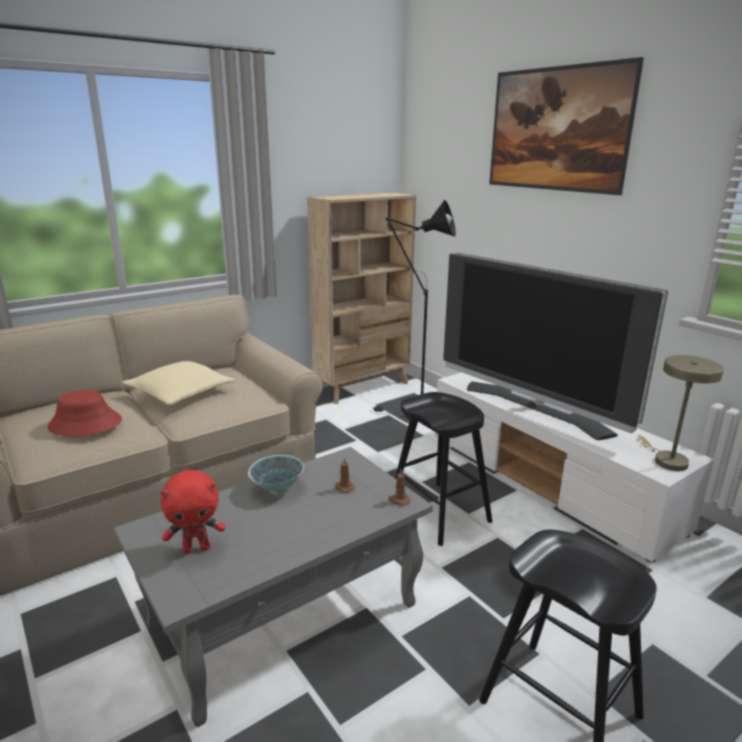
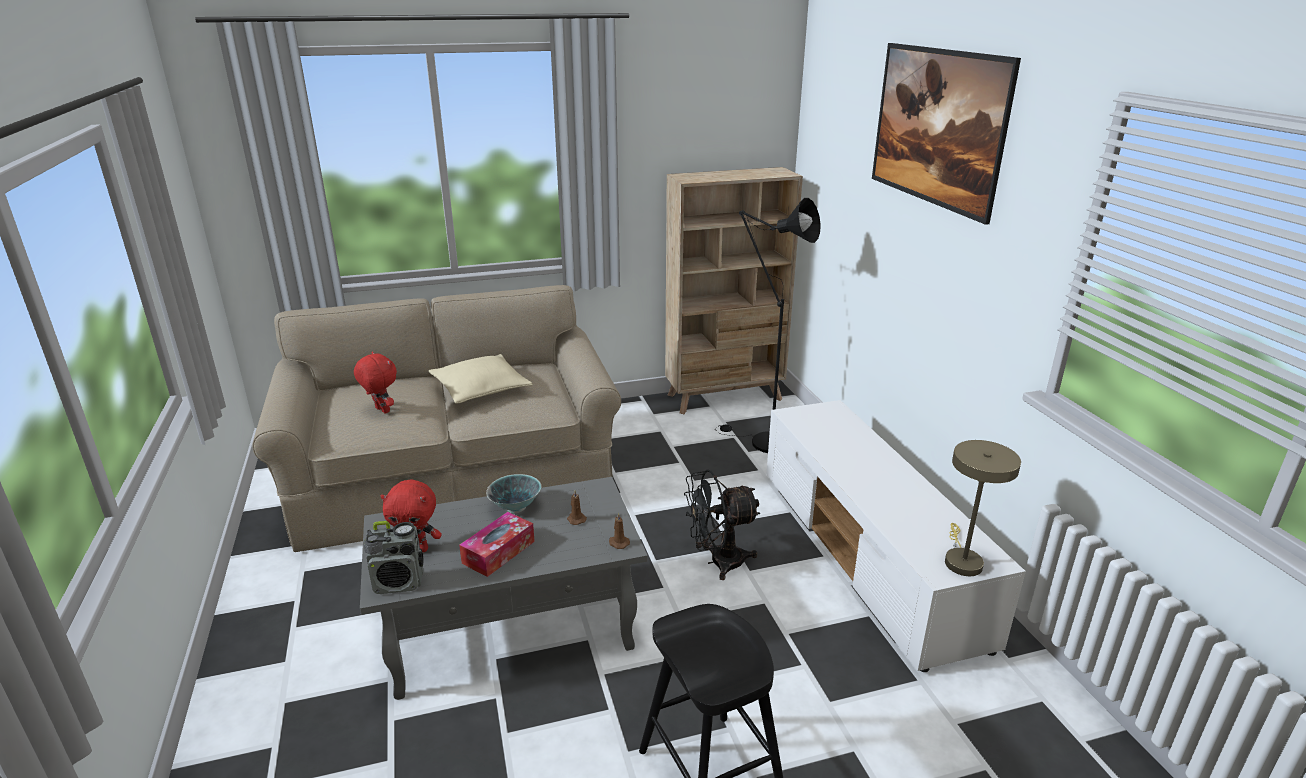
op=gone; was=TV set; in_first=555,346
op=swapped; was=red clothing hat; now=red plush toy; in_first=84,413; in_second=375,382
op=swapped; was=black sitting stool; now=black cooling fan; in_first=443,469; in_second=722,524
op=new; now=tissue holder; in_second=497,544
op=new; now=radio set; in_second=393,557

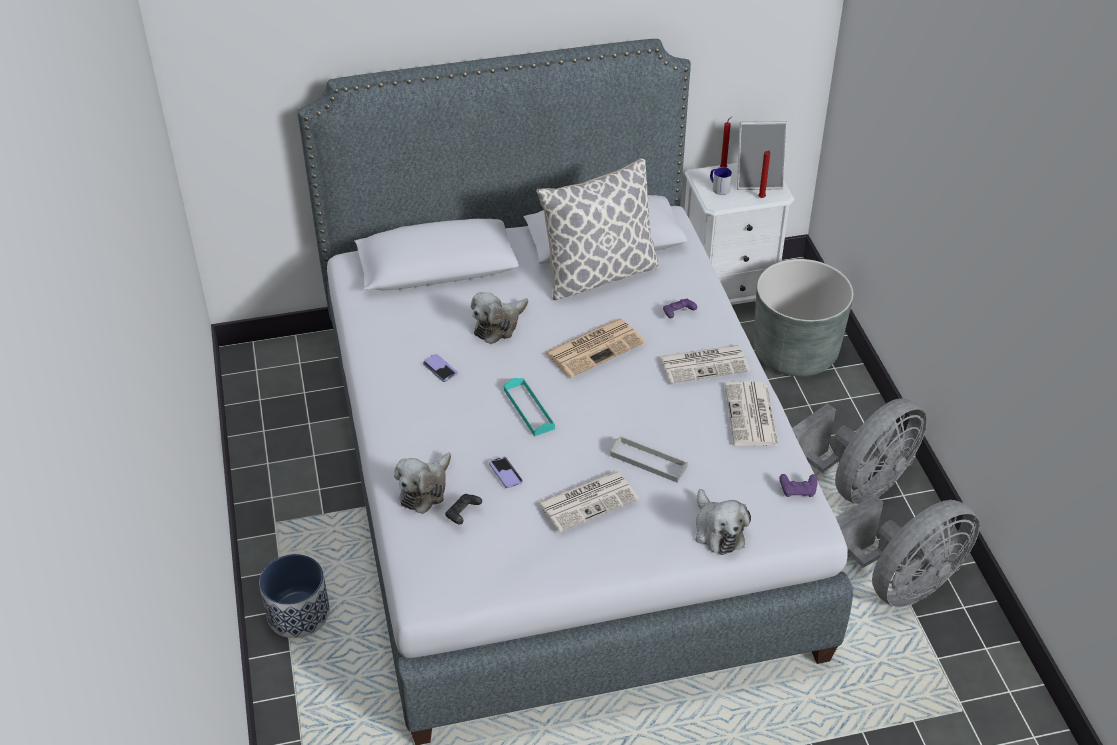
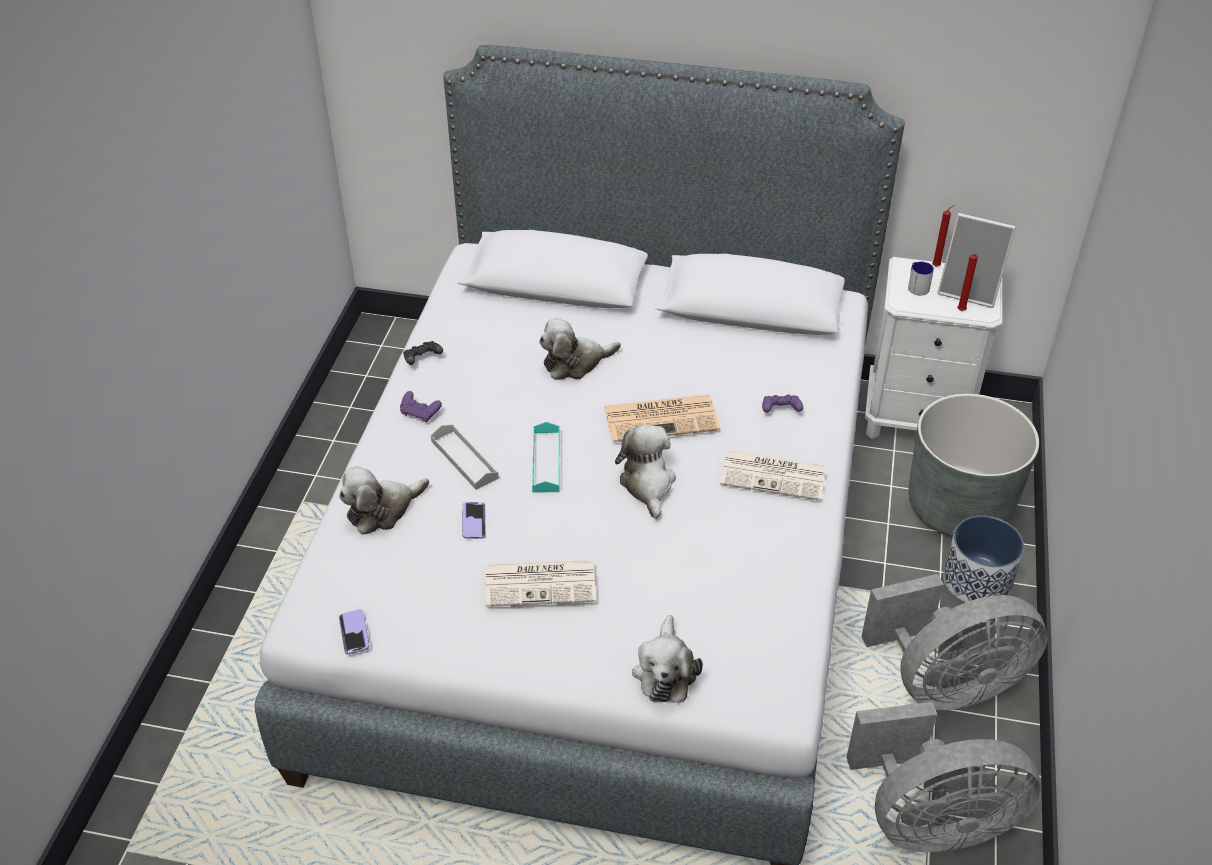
op=gone; was=pillow; in_first=597,229
op=shifted; was=handset; in_first=440,368; in_second=354,632
op=gone; was=printed paper; in_first=752,413
op=shifted; was=greyish tray; in_first=649,459; in_second=465,457
op=shifted; was=purple-coloured gamepad; in_first=799,485; in_second=421,406
op=shifted; was=black gamepad; in_first=463,509; in_second=423,353
op=shifted; was=planter; in_first=294,596; in_second=983,559
op=new; now=plush toy; in_second=645,471

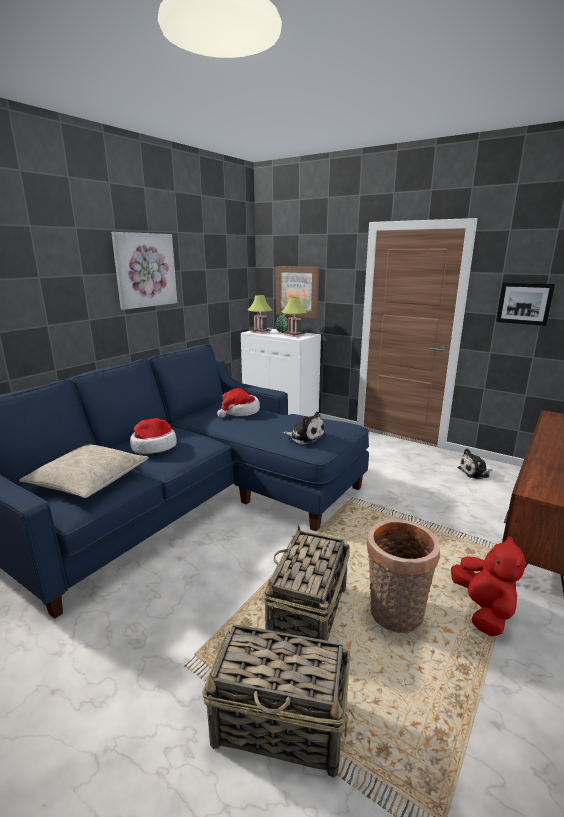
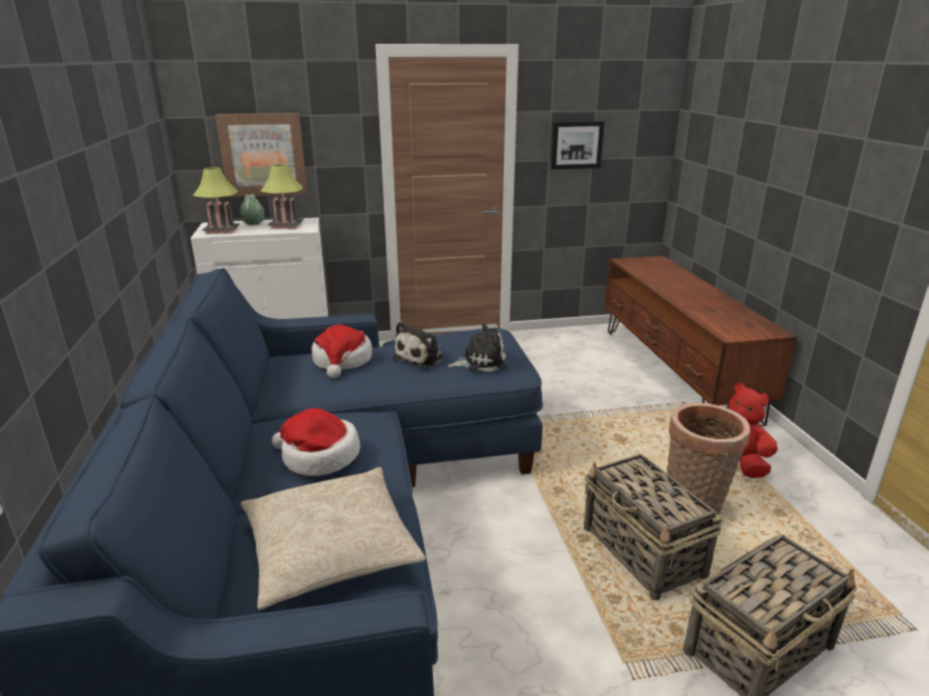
op=gone; was=wall picture; in_first=144,271
op=shifted; was=plush toy; in_first=475,463; in_second=418,345

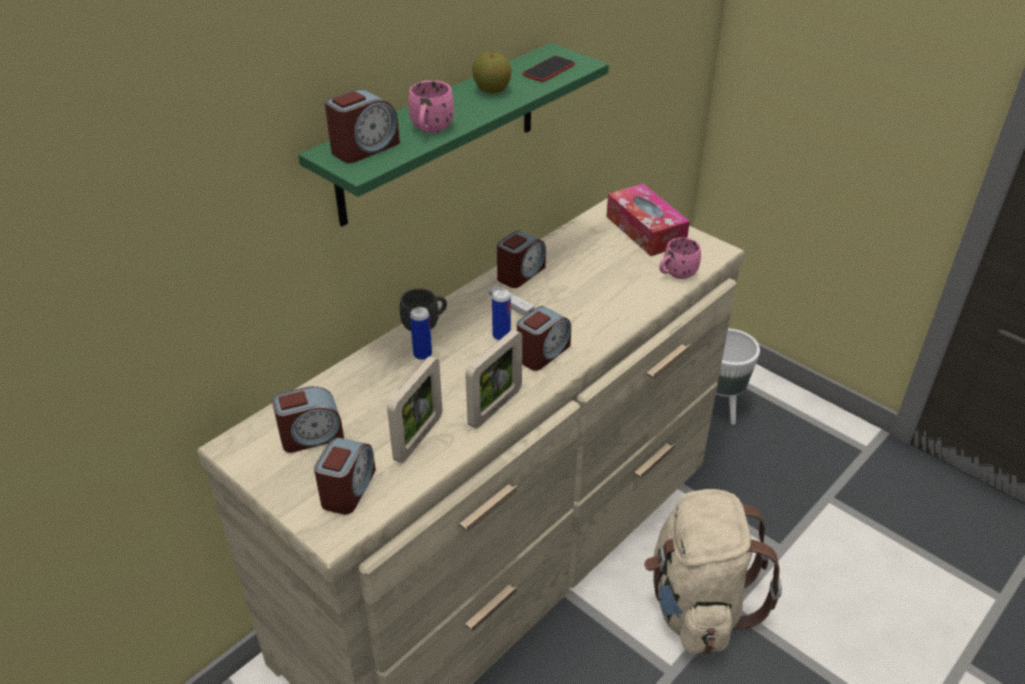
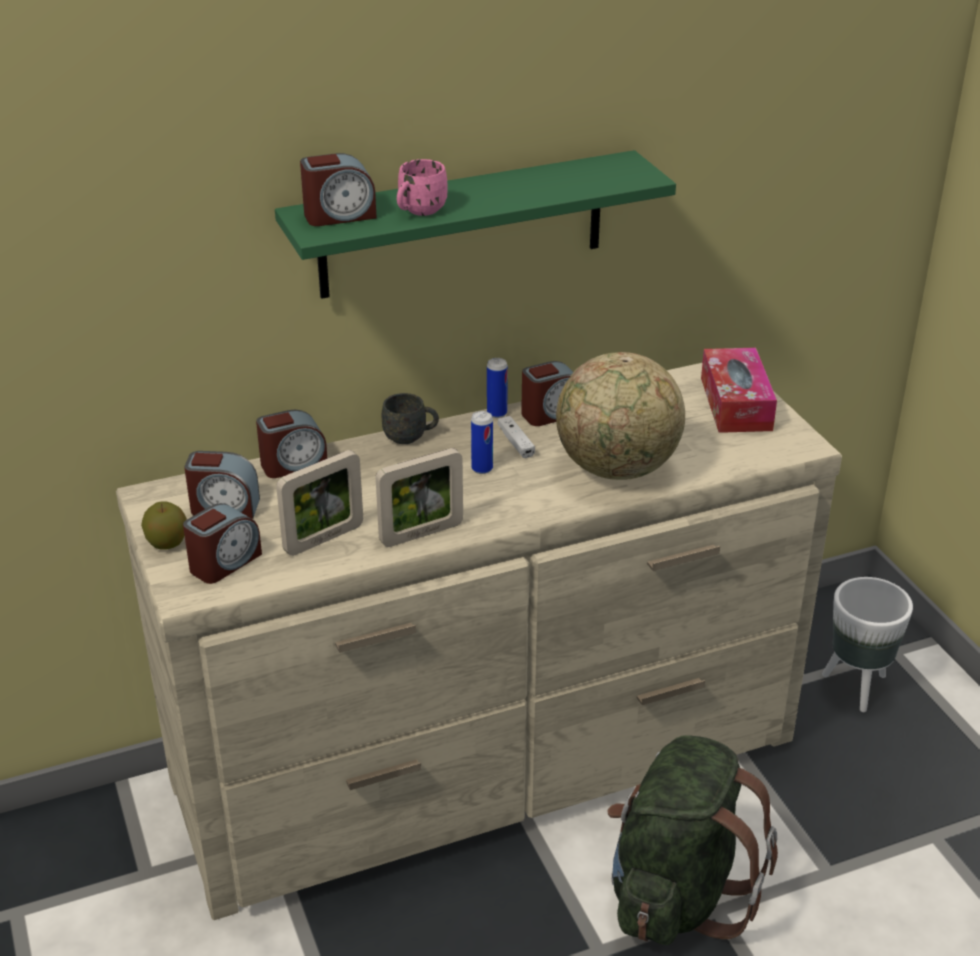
op=shifted; was=apple; in_first=492,73; in_second=164,525
op=gone; was=handset; in_first=549,69
op=gone; was=pinkish mug; in_first=680,258
op=shifted; was=alarm clock; in_first=544,338; in_second=291,444
op=shifted; was=sealed can; in_first=421,333; in_second=497,388
op=repainted; was=beige-coloured backpack; now=green-coloured backpack; in_first=713,571; in_second=693,840
op=new; now=desk globe; in_second=620,416

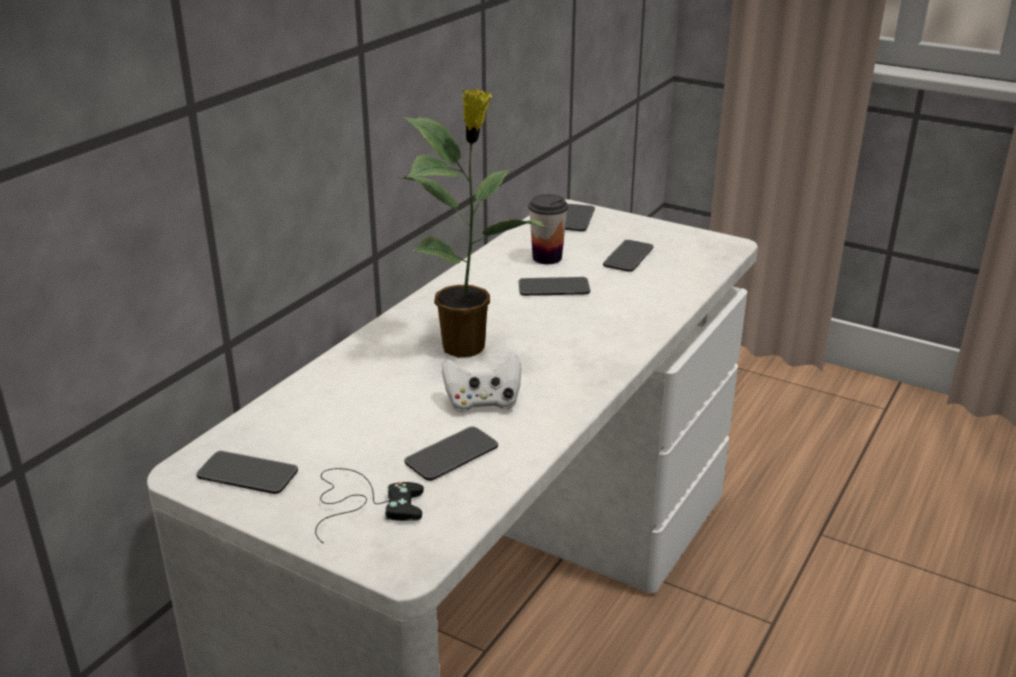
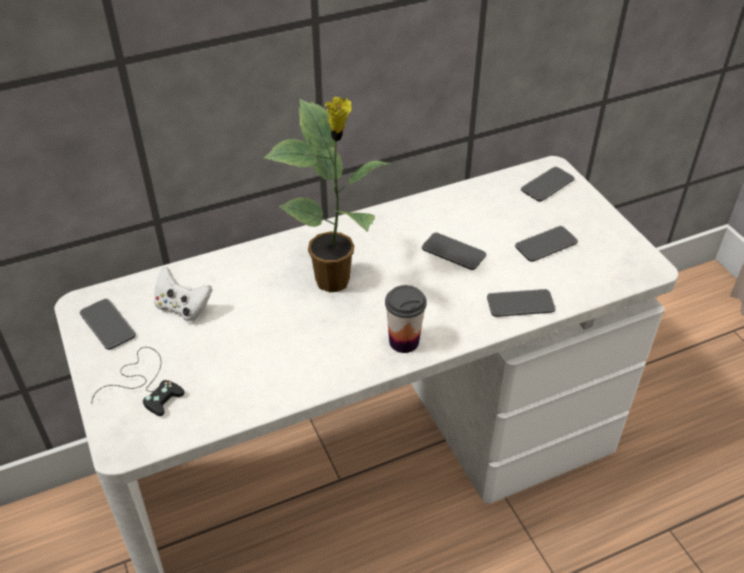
op=shifted; was=drinking cup; in_first=548,229; in_second=406,319
op=shifted; was=whitish gamepad; in_first=482,383; in_second=183,294
op=shifted; was=handset; in_first=451,453; in_second=521,303

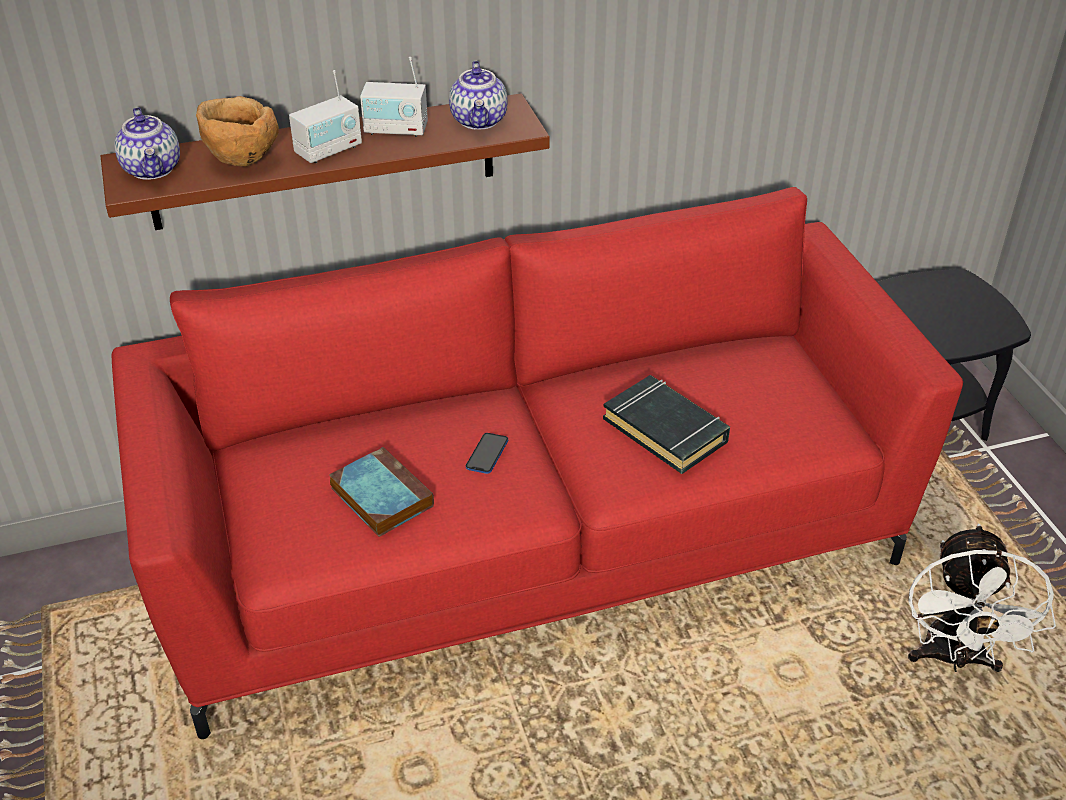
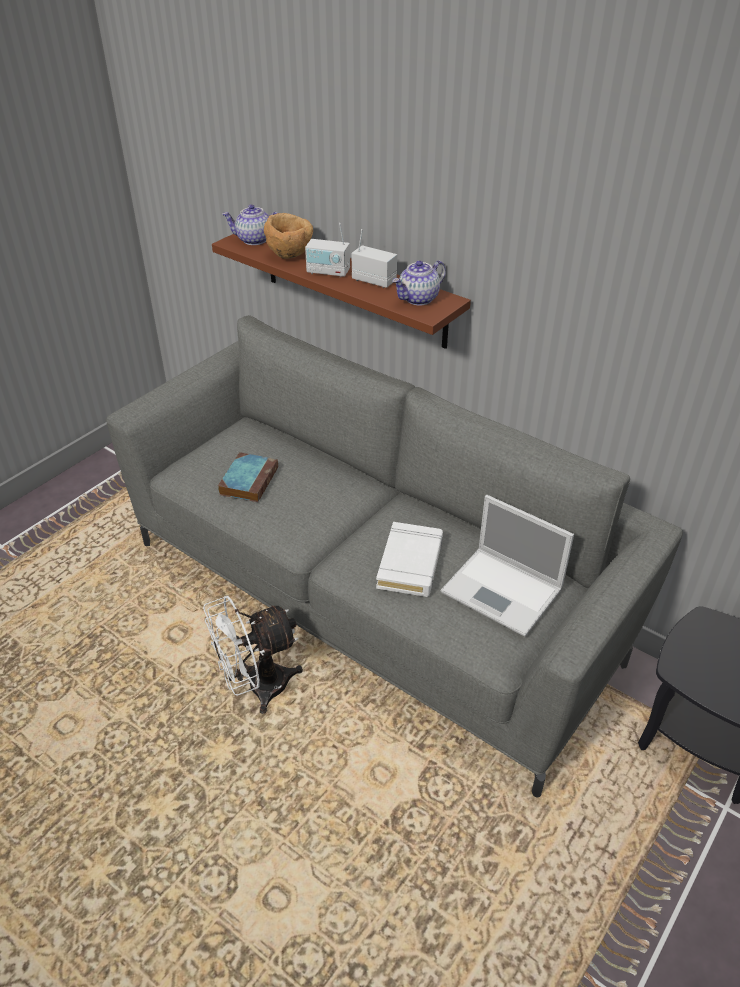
op=rotated; was=radio set; in_first=394,97; in_second=374,258; clockwise=150
op=rotated; was=pot for tea; in_first=147,143; in_second=250,224; clockwise=60
op=repainted; was=red couch; now=greyish couch; in_first=537,463; in_second=394,556
op=repainted; was=black bound book; now=whitish bound book; in_first=666,424; in_second=409,559
op=gone; was=handset; in_first=487,453
op=shifted; was=whitish cooling fan; in_first=982,597; in_second=253,655
op=new; now=notebook computer; in_second=507,566

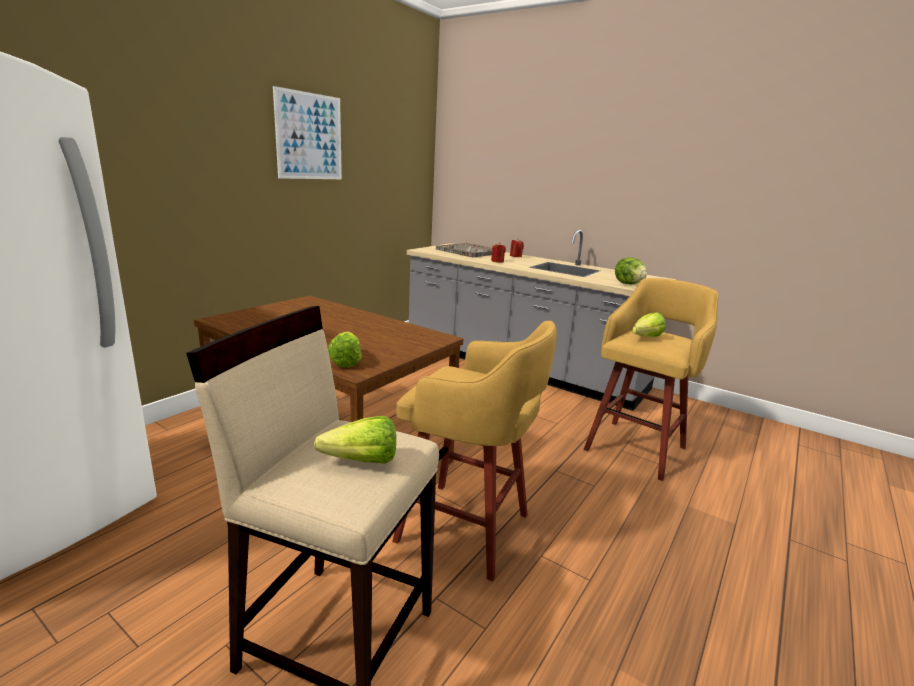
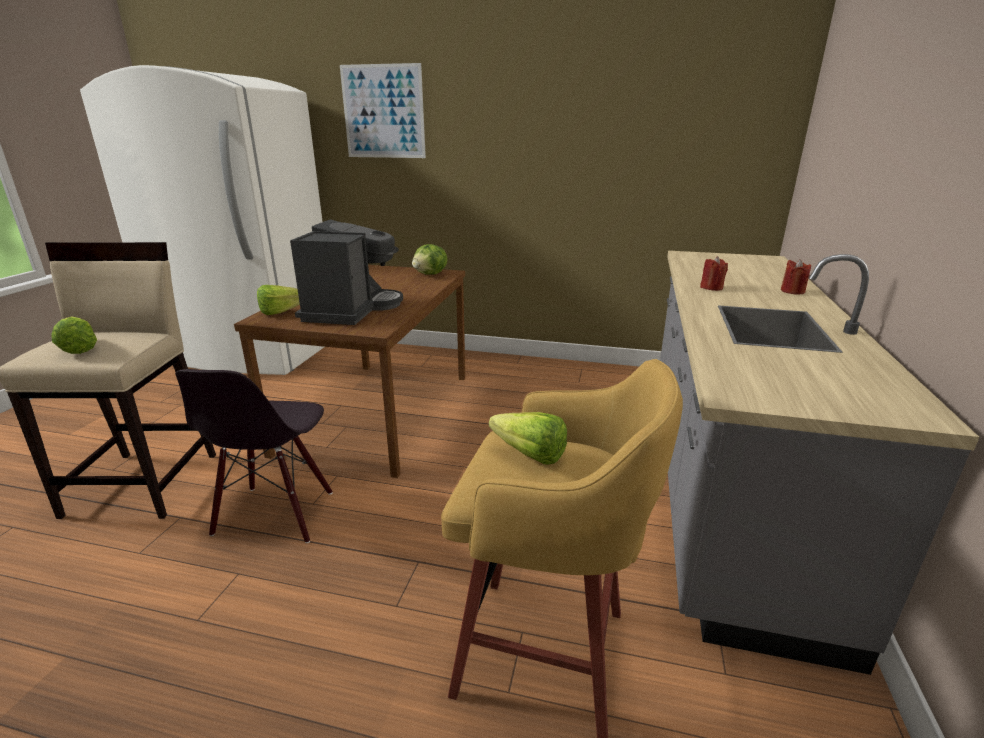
op=shifted; was=wall picture; in_first=307,132; in_second=383,110
op=gone; was=greyish tray; in_first=464,250
op=shifted; was=head of lettuce; in_first=631,270; in_second=430,259
op=swapped; was=yellow sitting stool; now=black plain chair; in_first=474,450; in_second=254,456
op=new; now=coffee maker; in_second=346,272

